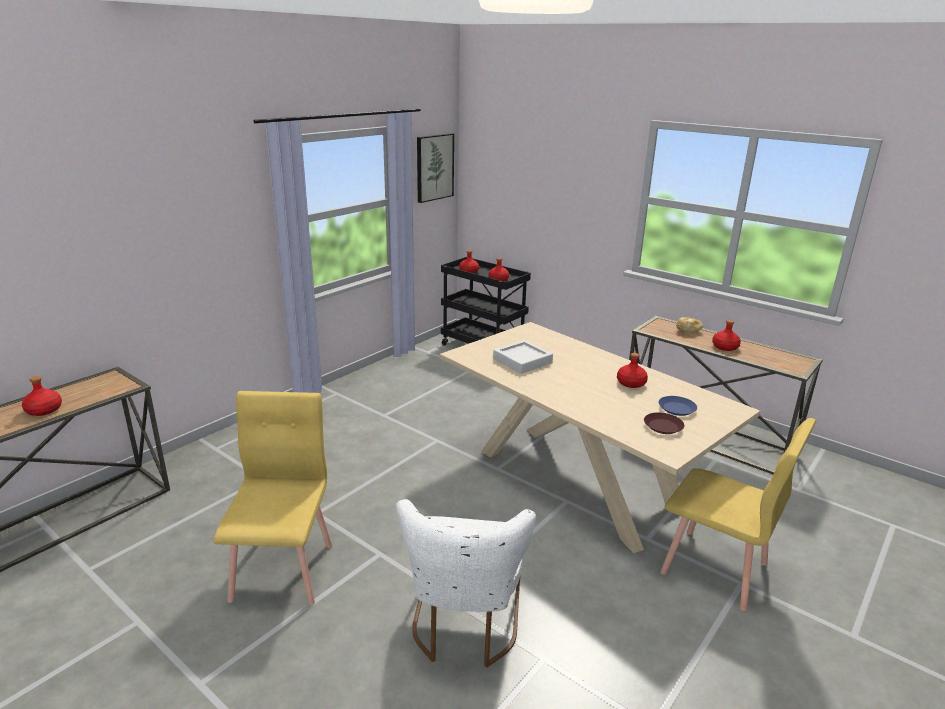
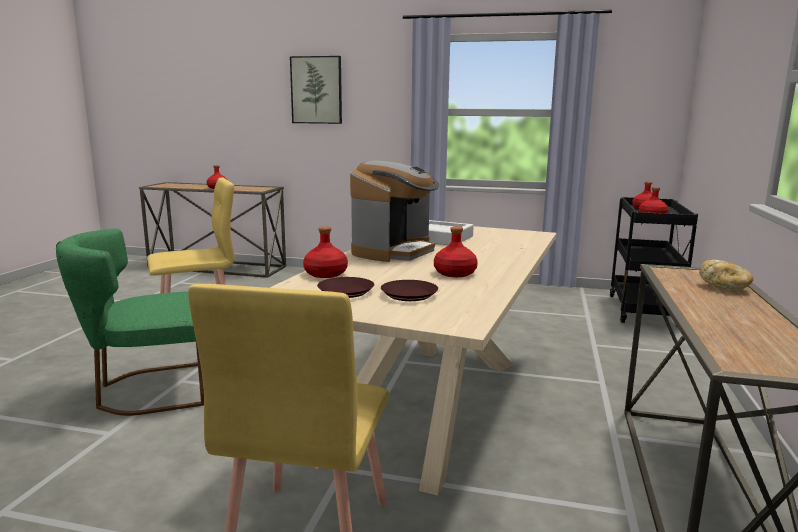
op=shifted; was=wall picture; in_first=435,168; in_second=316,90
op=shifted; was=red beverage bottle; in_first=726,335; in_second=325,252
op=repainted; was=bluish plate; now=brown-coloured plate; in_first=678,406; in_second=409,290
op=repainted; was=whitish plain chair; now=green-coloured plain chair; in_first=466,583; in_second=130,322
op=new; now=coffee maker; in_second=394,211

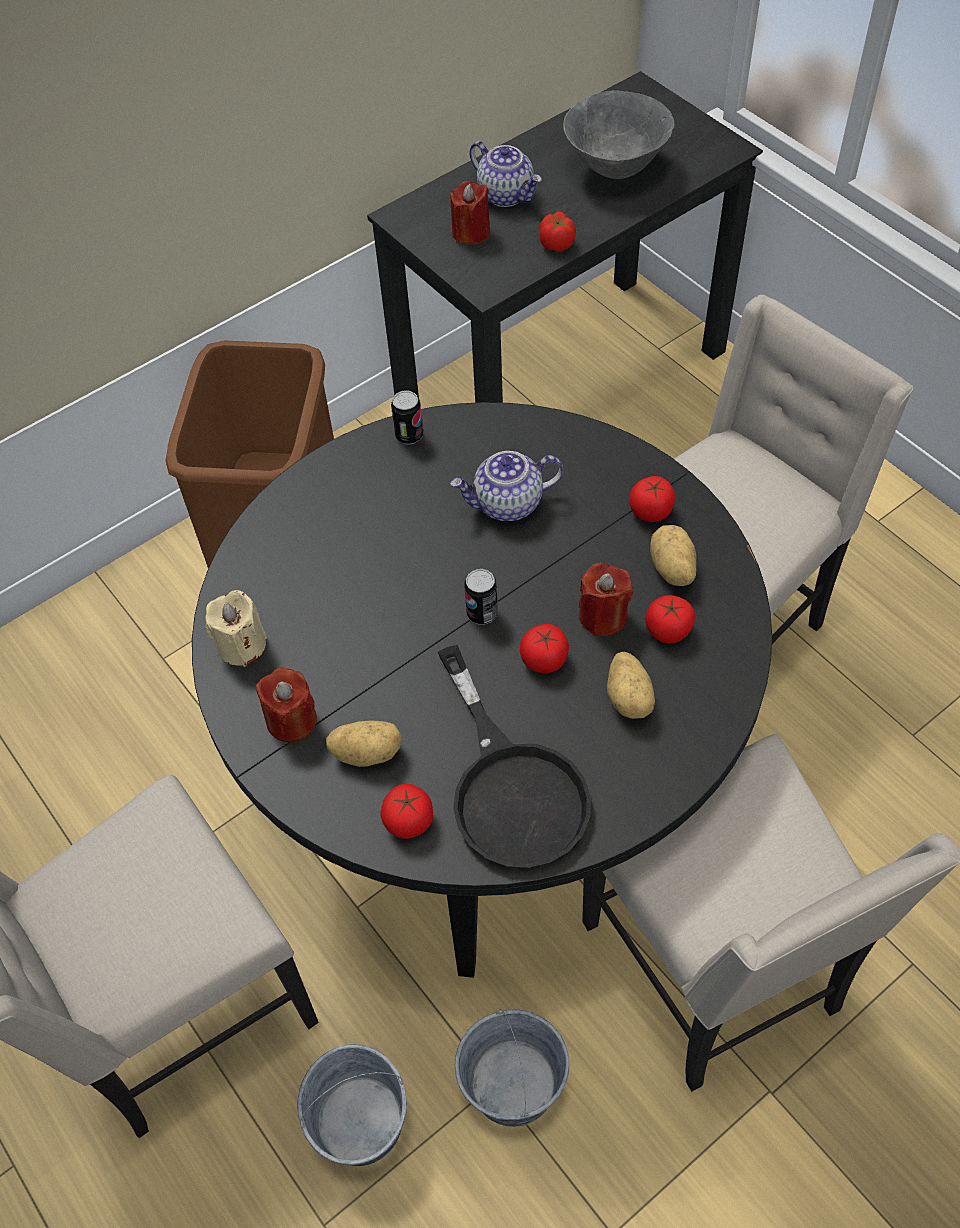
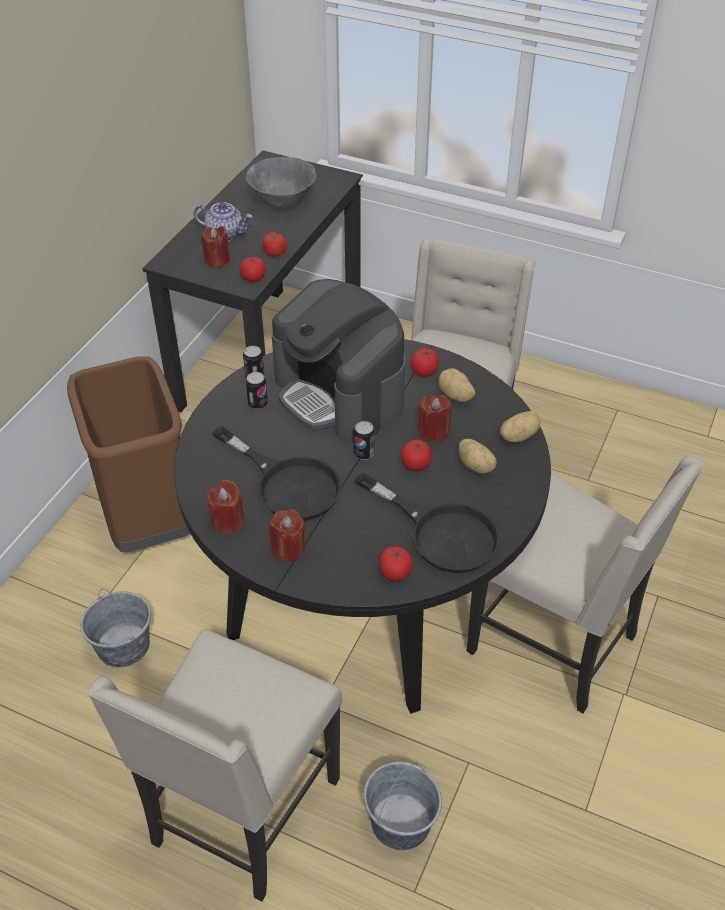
op=swapped; was=pot for tea; now=coffee maker; in_first=507,486; in_second=338,361
op=repainted; was=beige-coloured wax light; now=red wax light; in_first=236,628; in_second=226,507
op=shifted; was=whole tomato; in_first=670,619; in_second=253,269
op=shifted; was=spud; in_first=364,744; in_second=520,426
op=shifted; was=greyish bucket; in_first=512,1068; in_second=115,628
op=new; now=sealed can; in_second=257,391
op=new; now=black frying pan; in_second=277,473

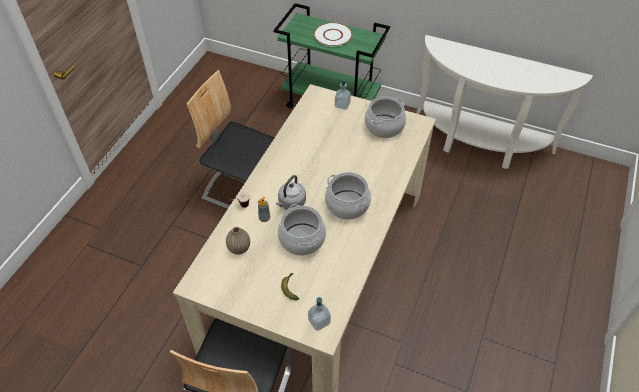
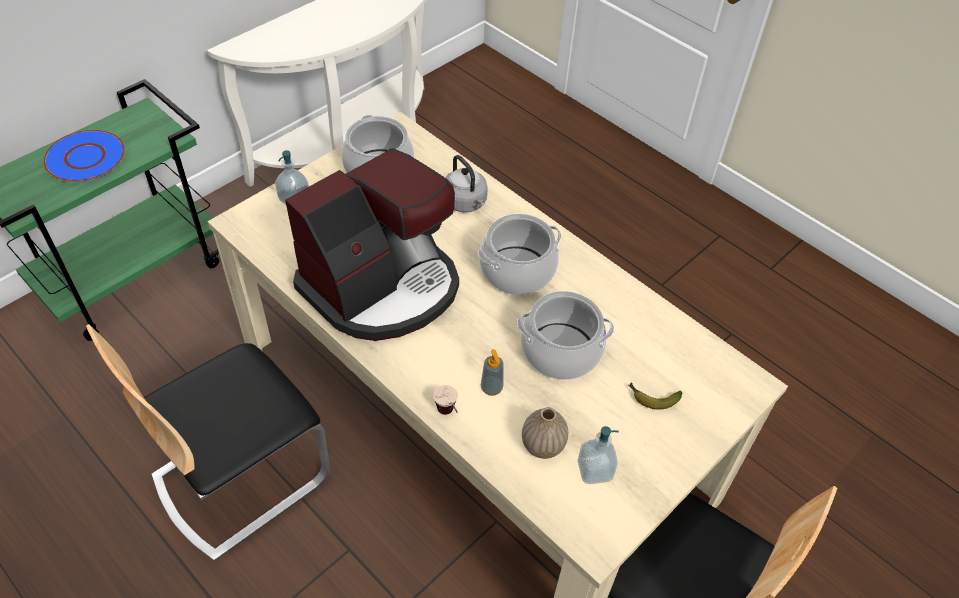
op=repainted; was=whitish plate; now=bluish plate; in_first=333,34; in_second=84,156
op=shifted; was=greyish kettle; in_first=291,192; in_second=466,183
op=shifted; was=soap bottle; in_first=319,314; in_second=598,455
op=new; now=coffee maker; in_second=372,244

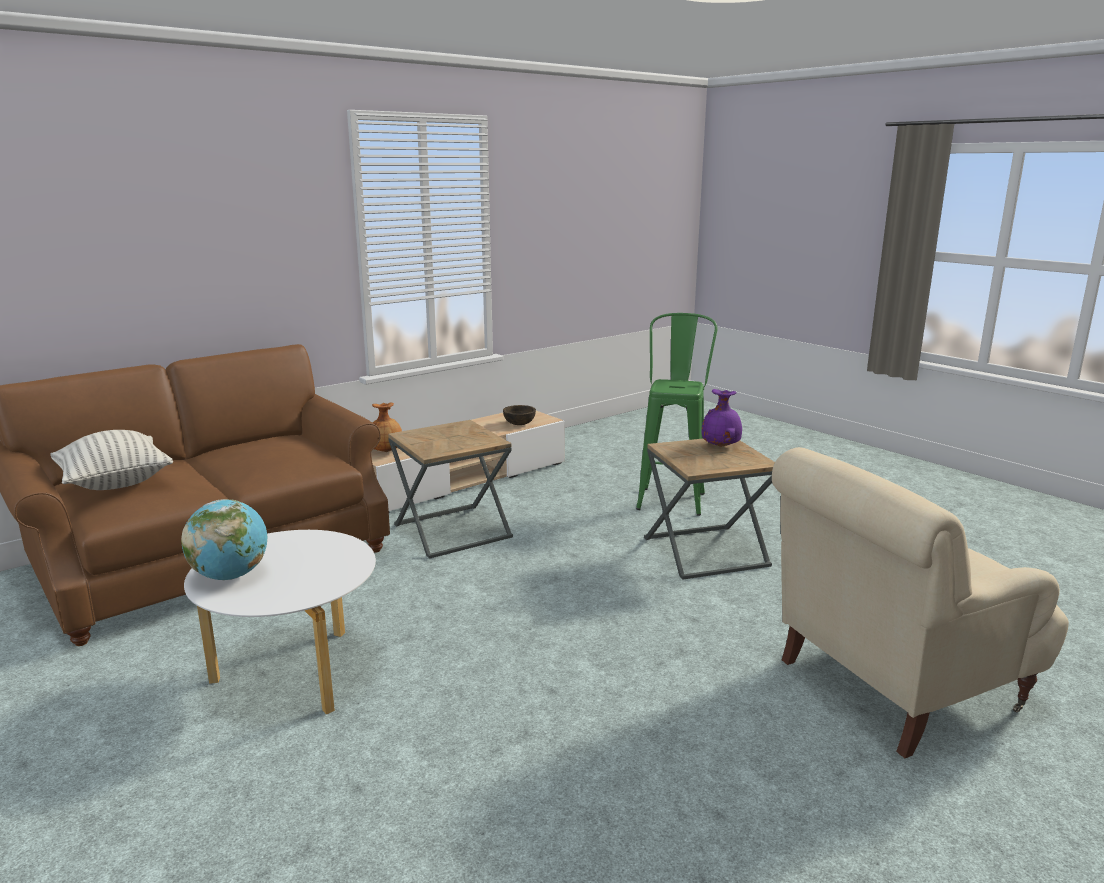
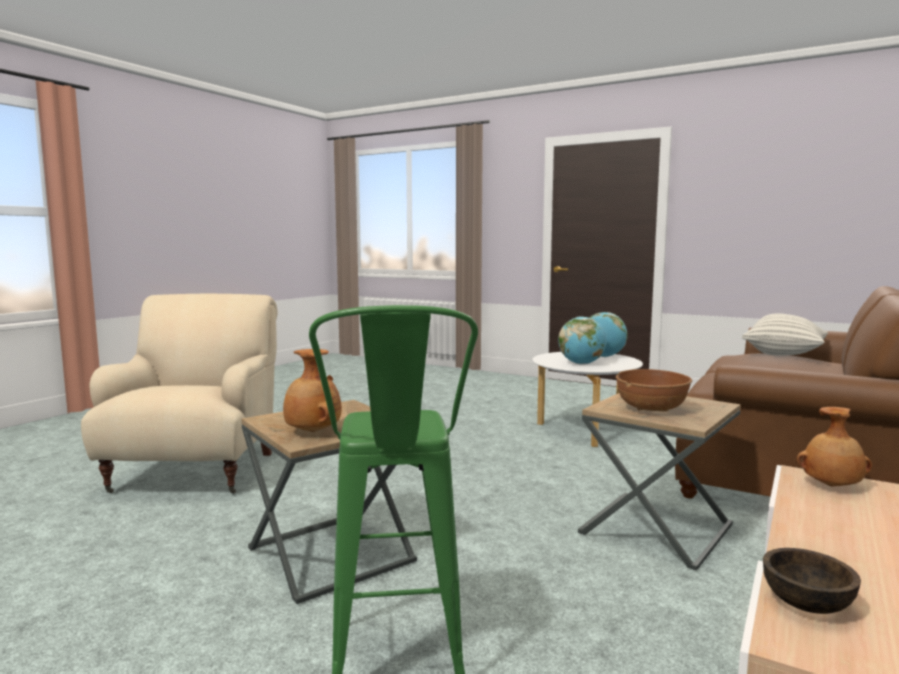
op=repainted; was=purple-coloured decorative vase; now=brown-coloured decorative vase; in_first=721,418; in_second=312,390
op=rotated; was=beige-coloured lounge chair; in_first=920,602; in_second=179,393; clockwise=-45
op=new; now=desk globe; in_second=582,340
op=new; now=brown-coloured bowl; in_second=654,390

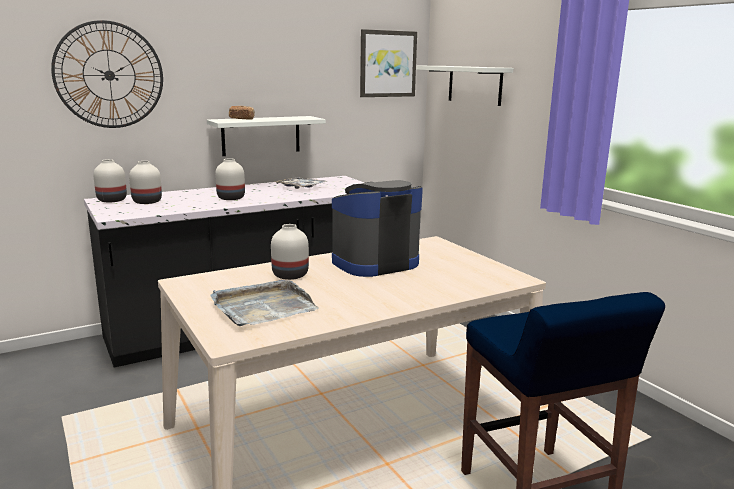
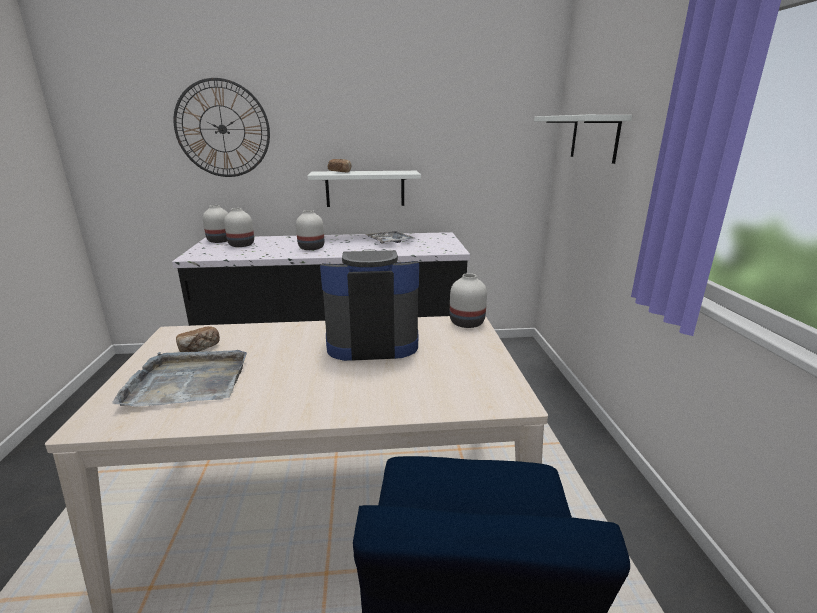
op=gone; was=wall picture; in_first=388,63
op=shifted; was=whitish decorative vase; in_first=290,252; in_second=468,300
op=new; now=bakery bread; in_second=198,339

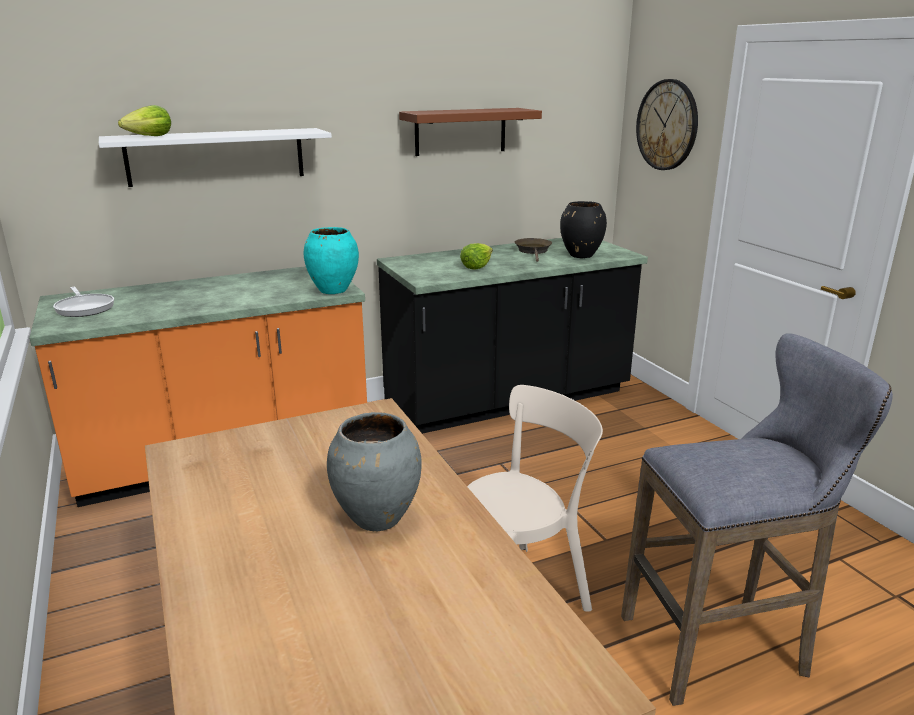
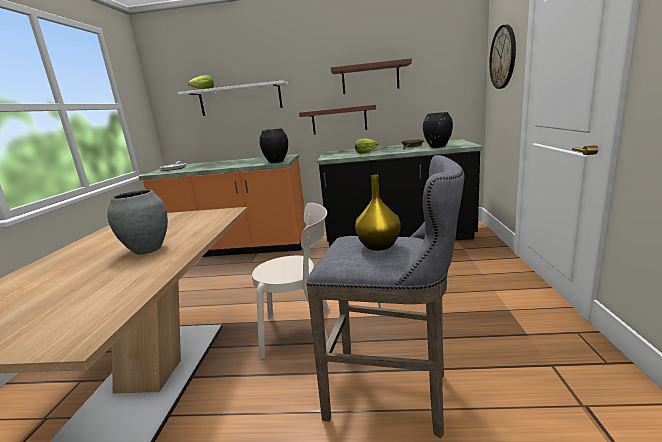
op=repainted; was=blue-green decorative vase; now=black decorative vase; in_first=331,260; in_second=273,146
op=new; now=brown-coloured bracket shelf; in_second=337,120
op=new; now=yellow decorative vase; in_second=378,213

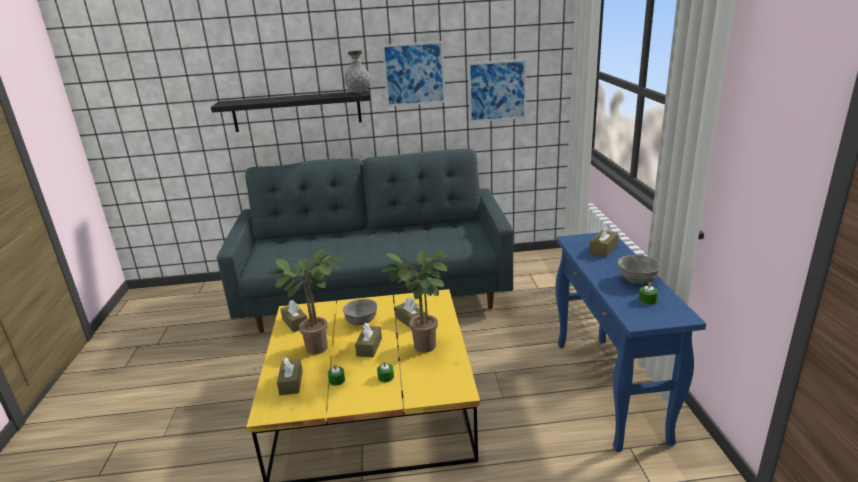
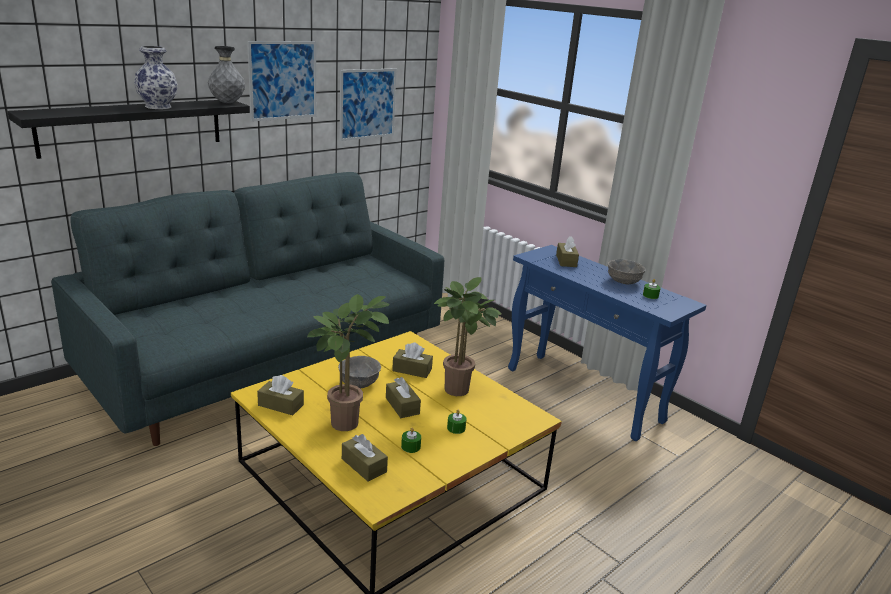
op=new; now=decorative vase; in_second=156,77

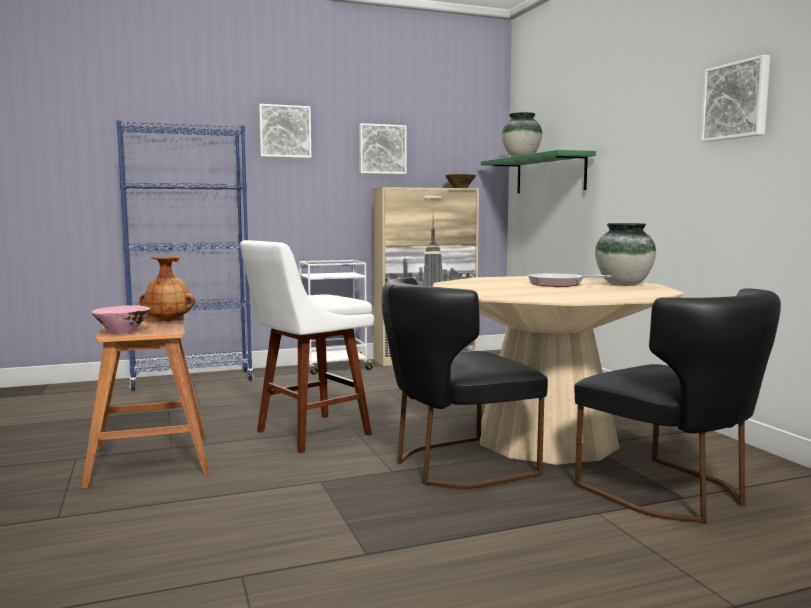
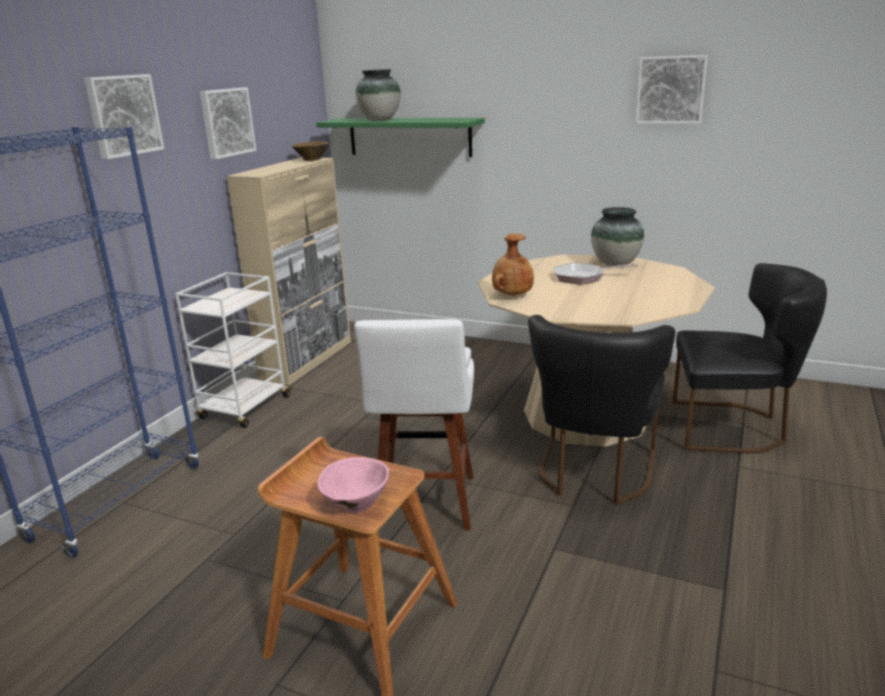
op=shifted; was=brown-coloured decorative vase; in_first=167,289; in_second=513,264

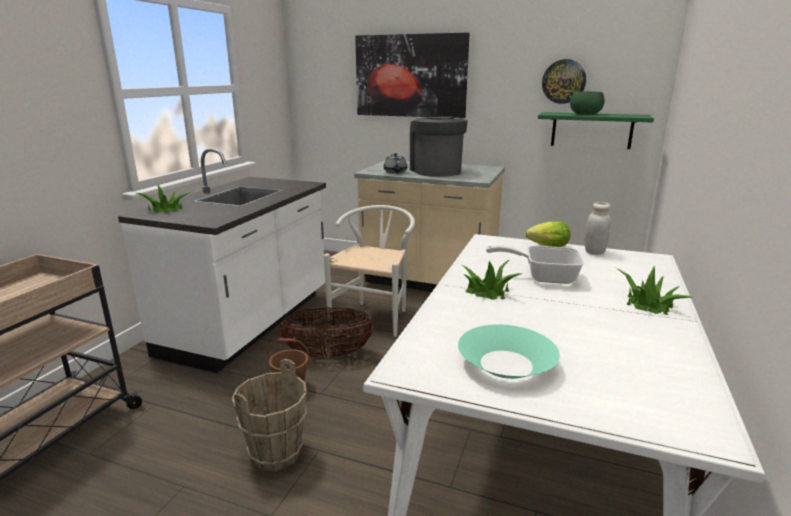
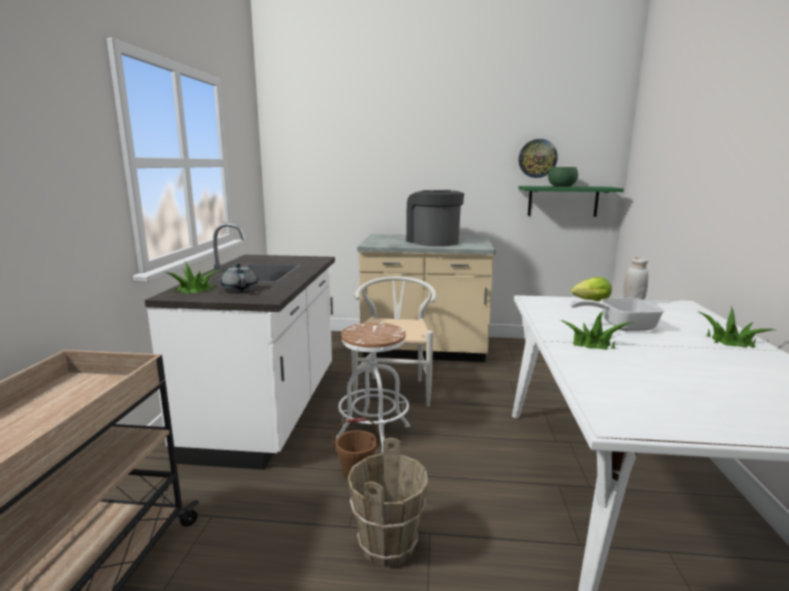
op=gone; was=wall picture; in_first=412,75
op=shifted; was=greyish pot for tea; in_first=395,163; in_second=239,277
op=swapped; was=storage basket; now=whitish sitting stool; in_first=327,332; in_second=373,387
op=gone; was=blue-green bowl; in_first=509,351

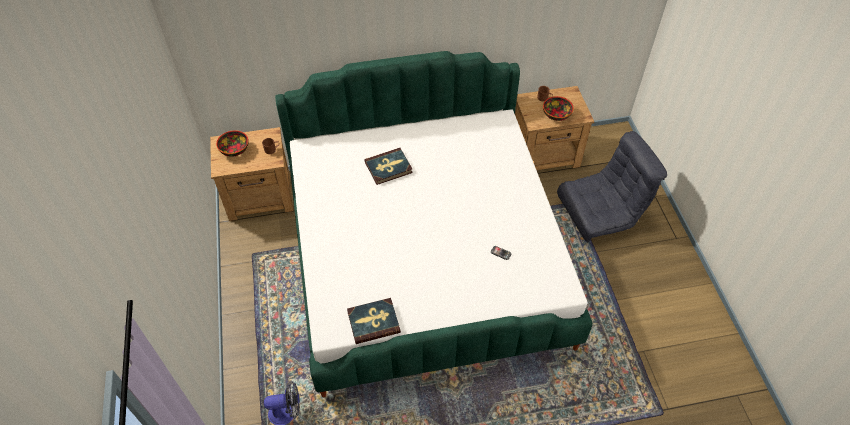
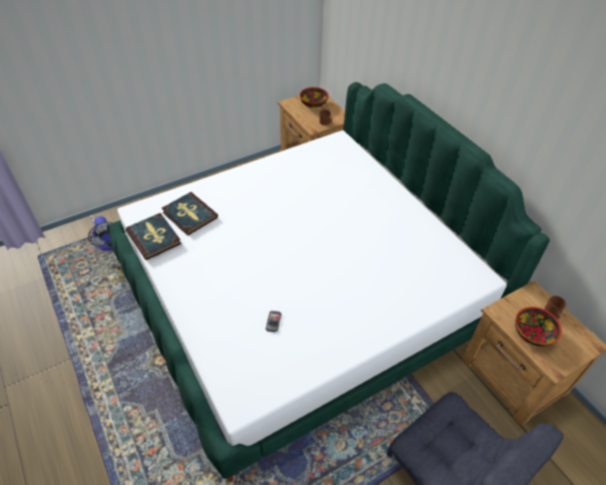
op=shifted; was=bound book; in_first=389,166; in_second=190,214

